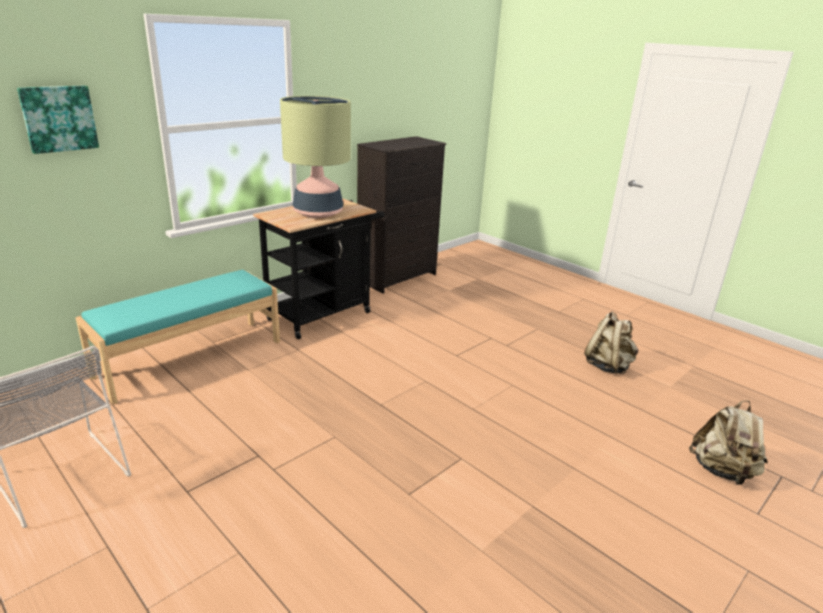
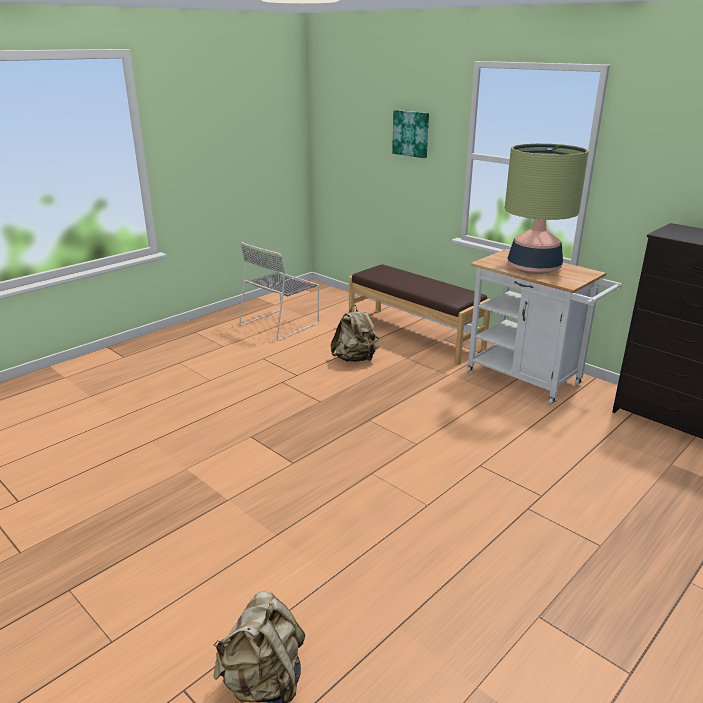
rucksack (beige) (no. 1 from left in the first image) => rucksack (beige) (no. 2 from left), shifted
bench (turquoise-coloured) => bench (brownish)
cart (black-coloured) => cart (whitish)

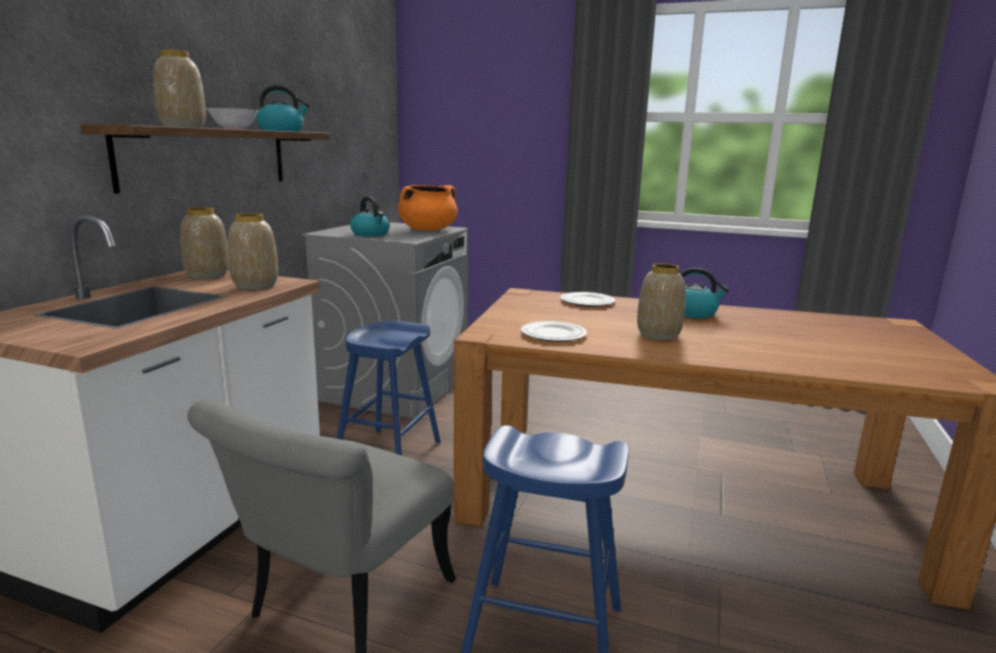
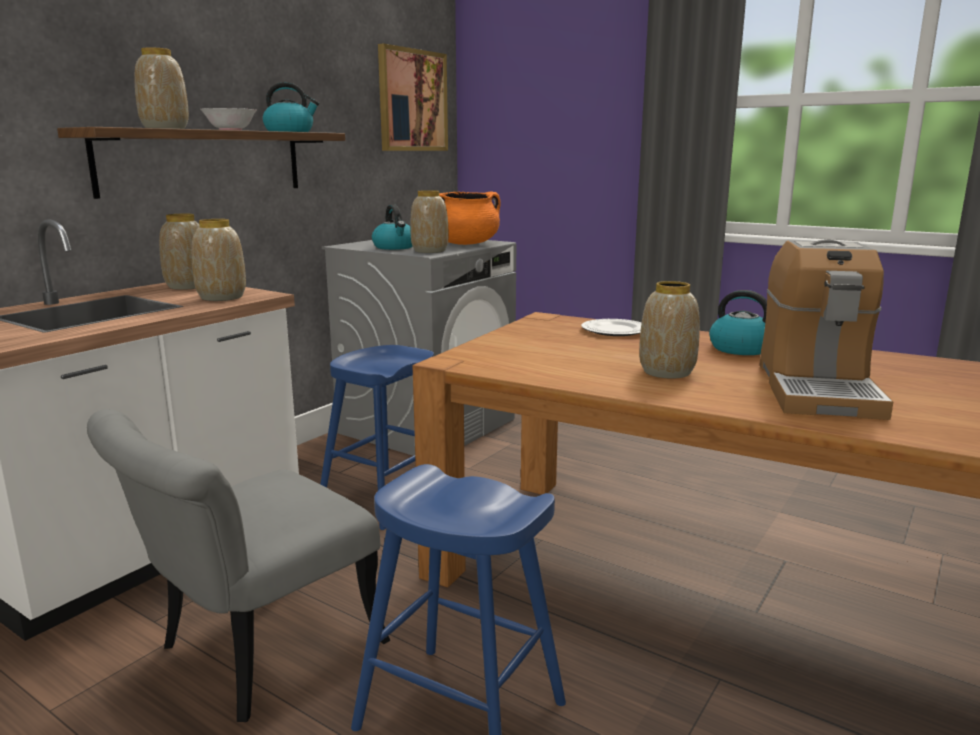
flat dish (no. 1 from left) => nothing
nothing => picture
nothing => decorative vase (no. 4 from left)
nothing => coffee machine

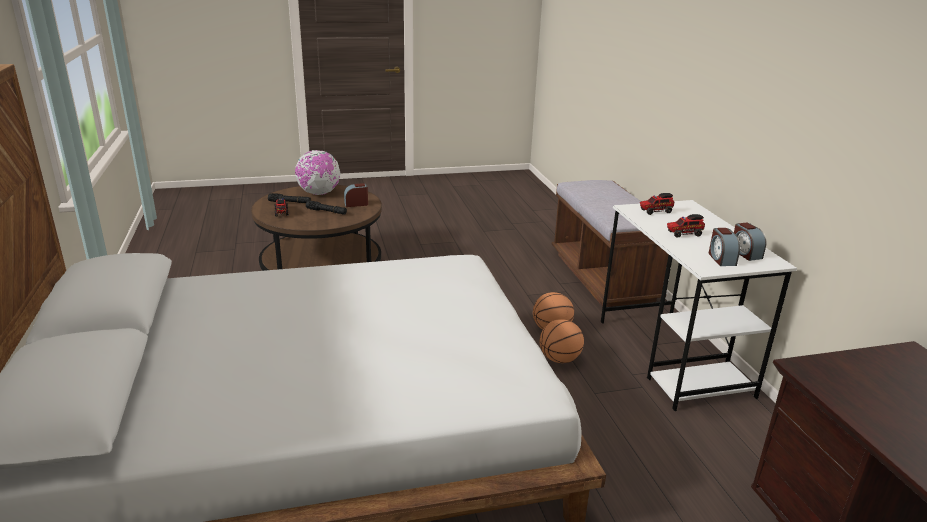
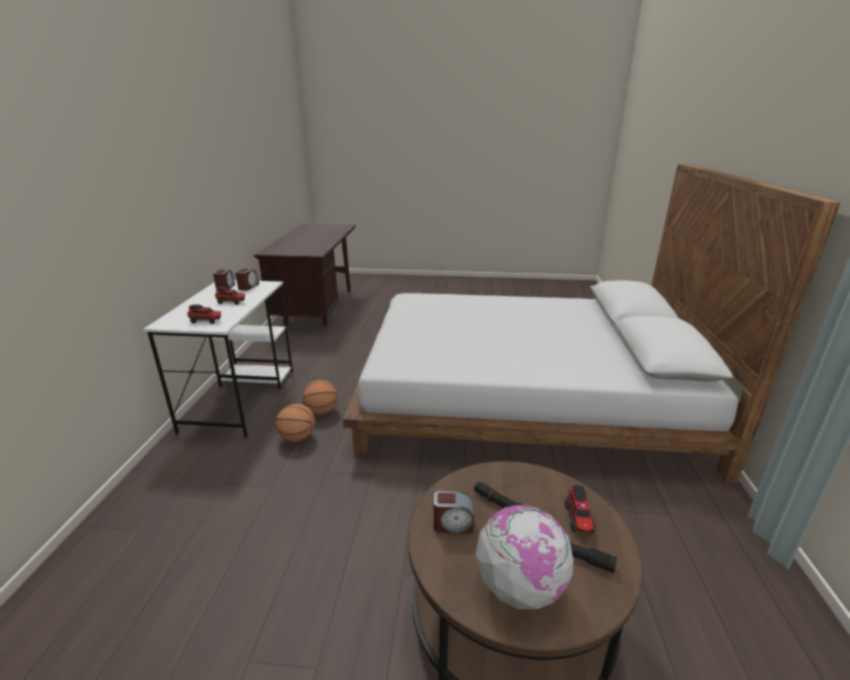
bench (brownish) => nothing

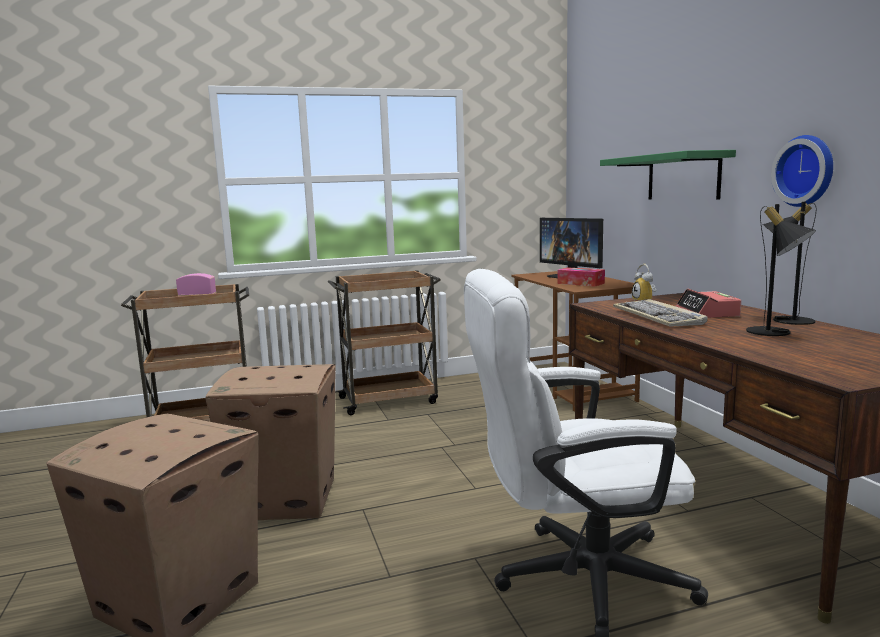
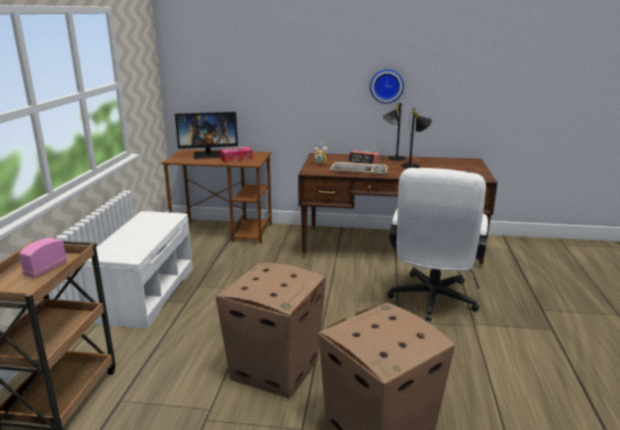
shelf (green) => nothing
cart (brownish) (no. 2 from left) => bench (whitish)

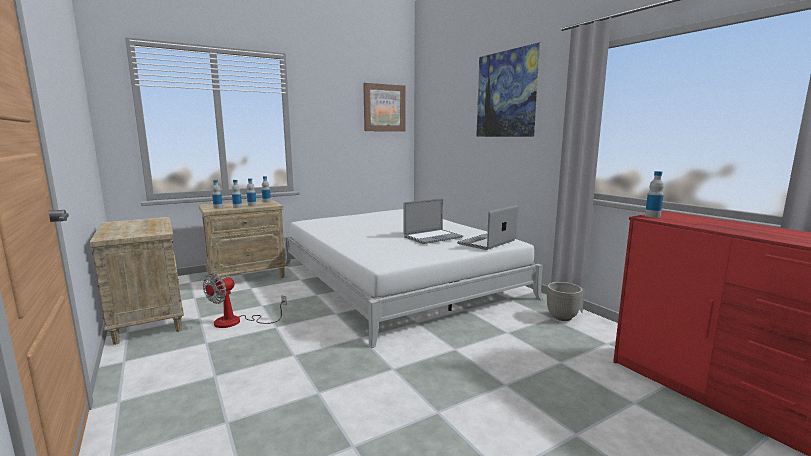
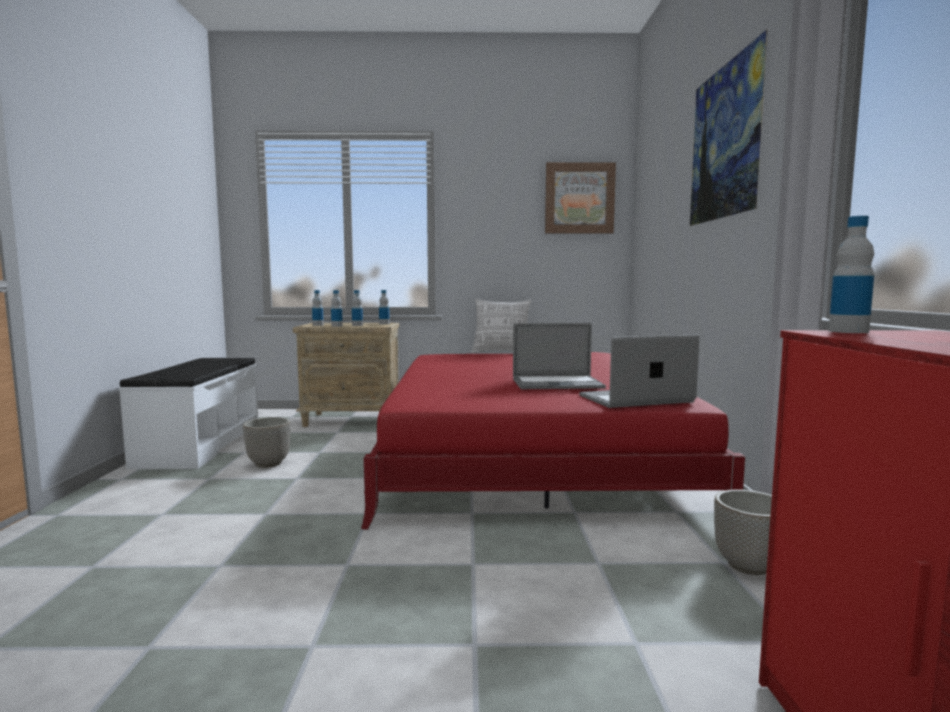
nothing => throw pillow
bedside table (beige) (no. 1 from left) => bench (whitish)
cooling fan => flower pot (no. 1 from left)
sleeping bed (whitish) => sleeping bed (red)

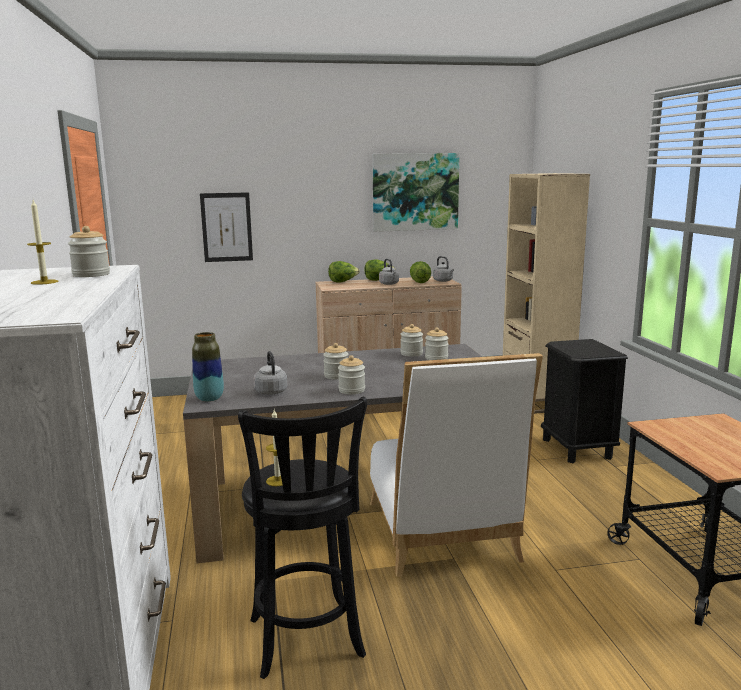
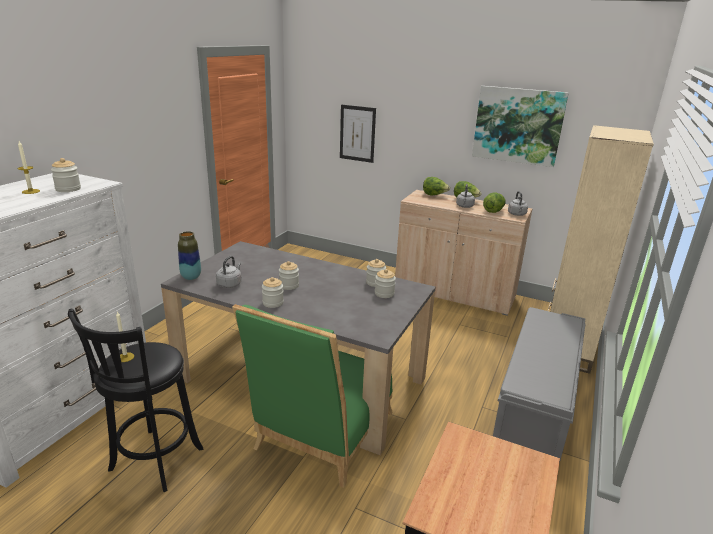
bedside table (black-coloured) => bench (greyish)
chair (whitish) => chair (green)

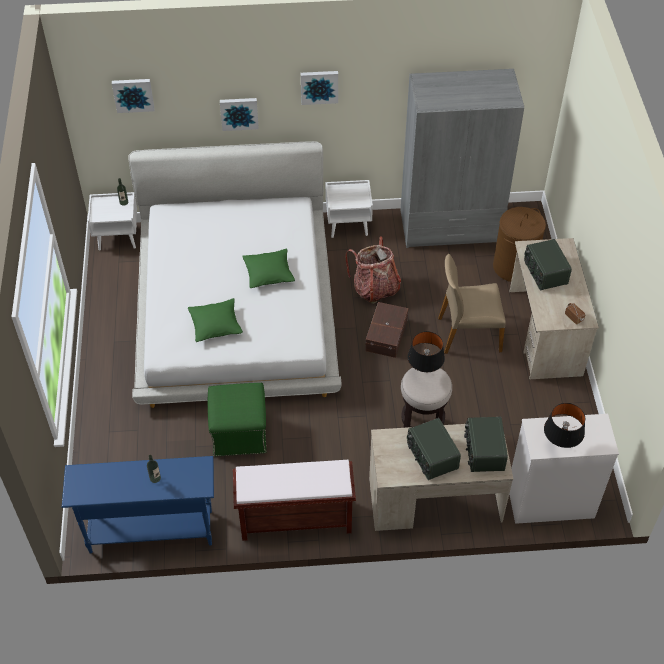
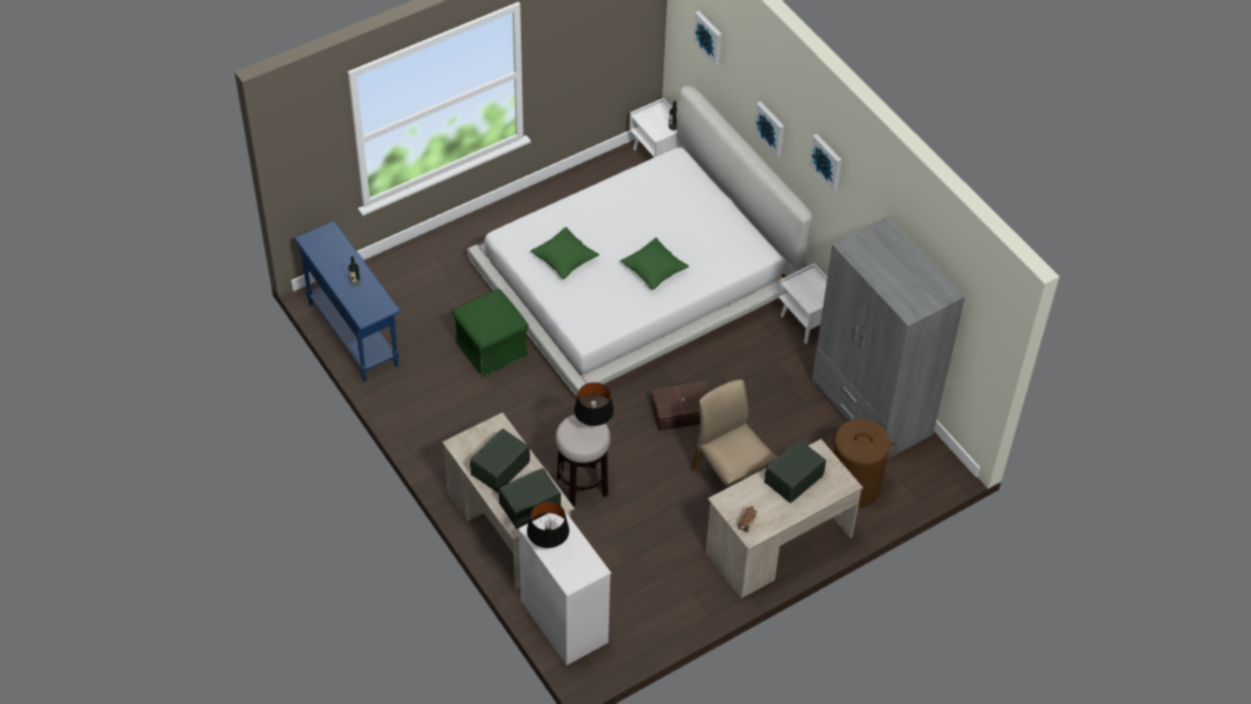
bench (brownish) => nothing
rucksack => nothing

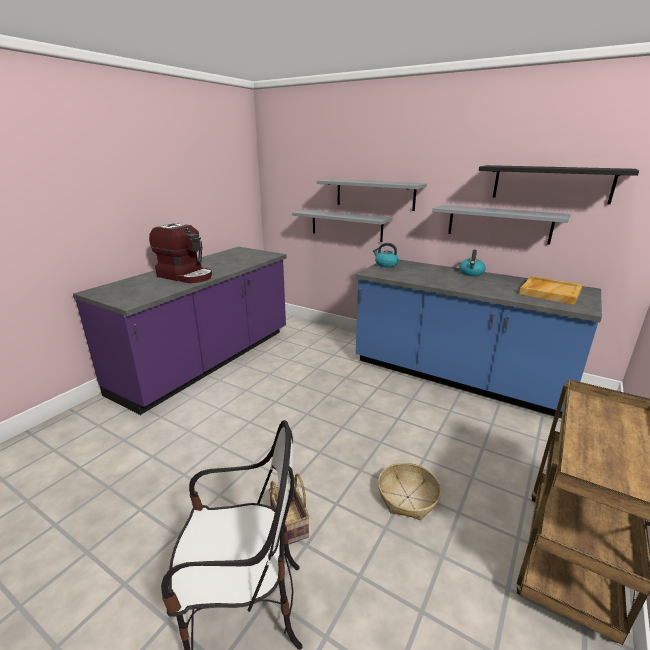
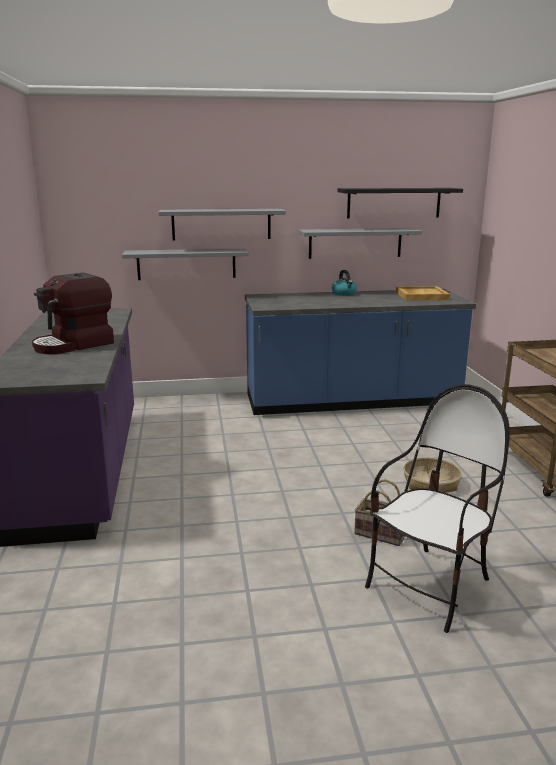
water kettle (no. 1 from left) => nothing
coffee machine, 150 degrees clockwise

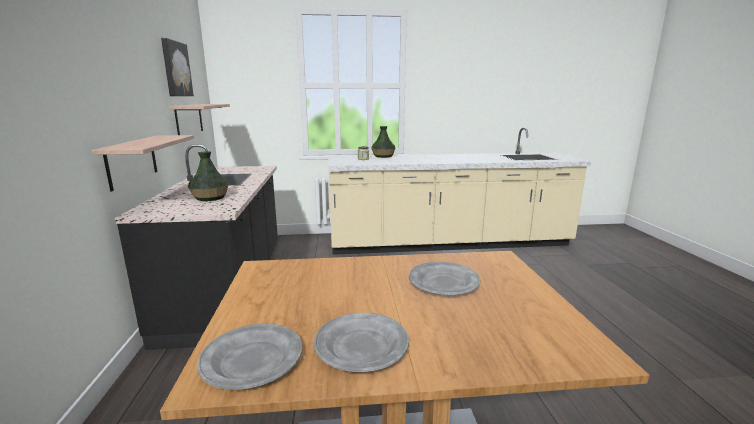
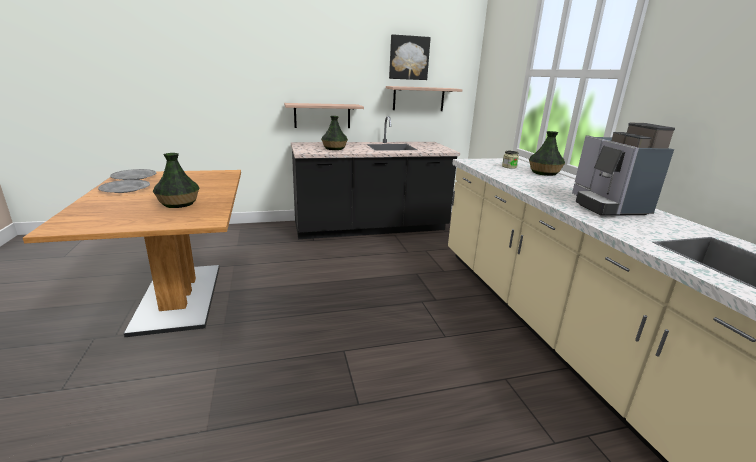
nothing => coffee machine
flat dish (greyish) (no. 3 from left) => decorative vase (no. 1 from left)

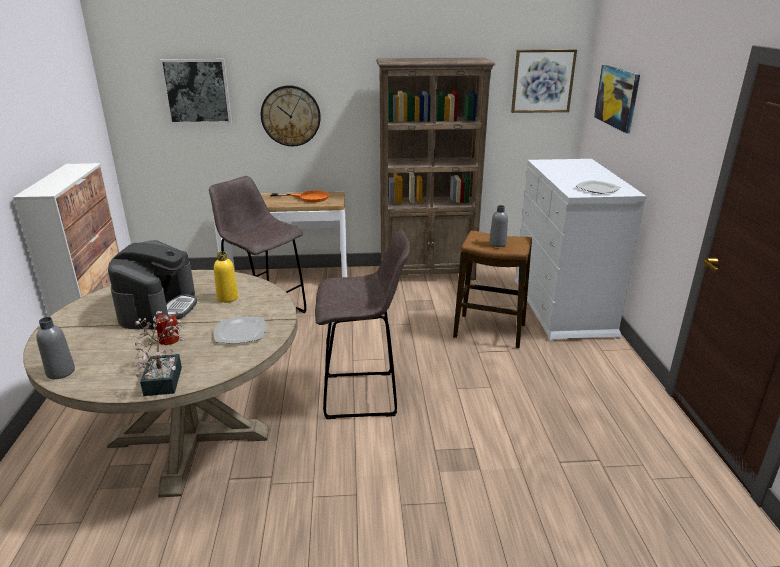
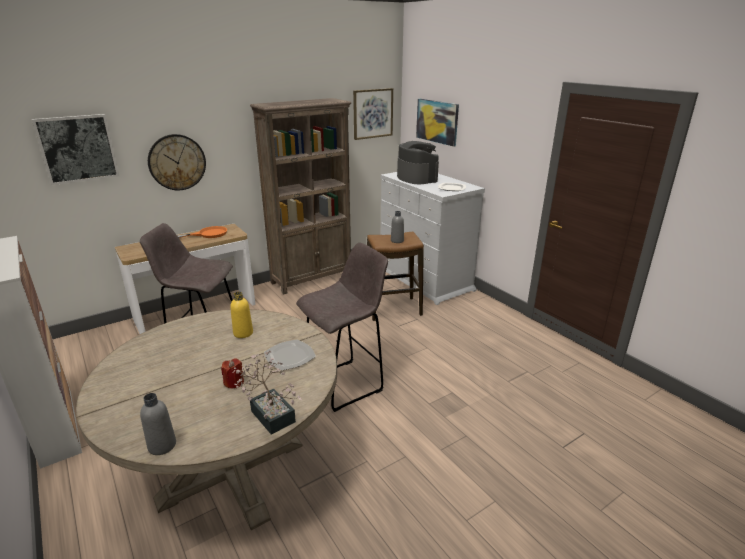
coffee machine, shifted

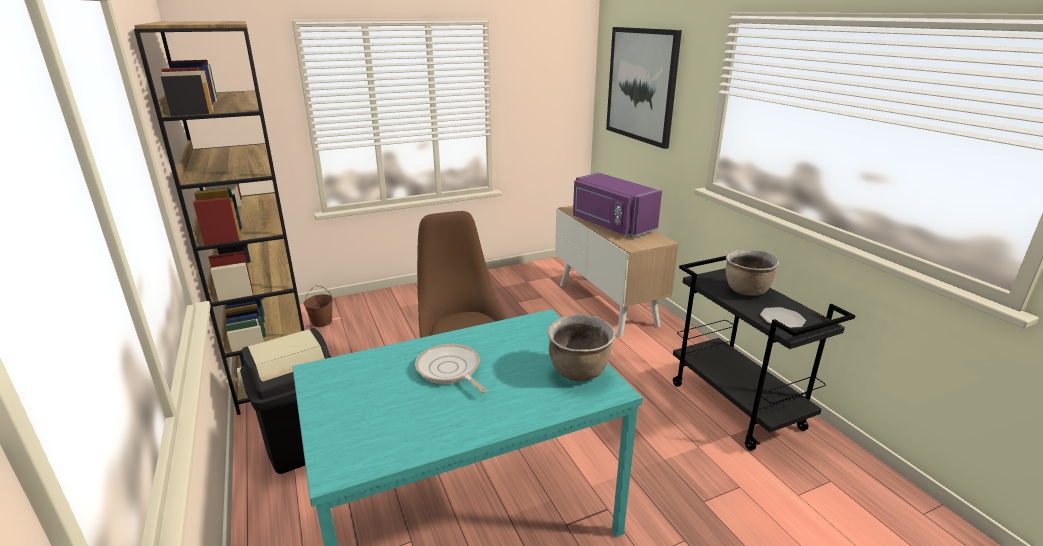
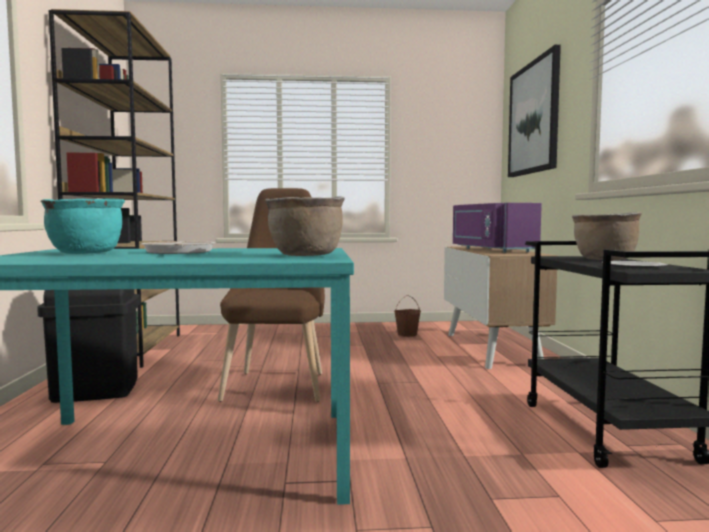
nothing => stockpot (turquoise-coloured)
pail (brownish), shifted

